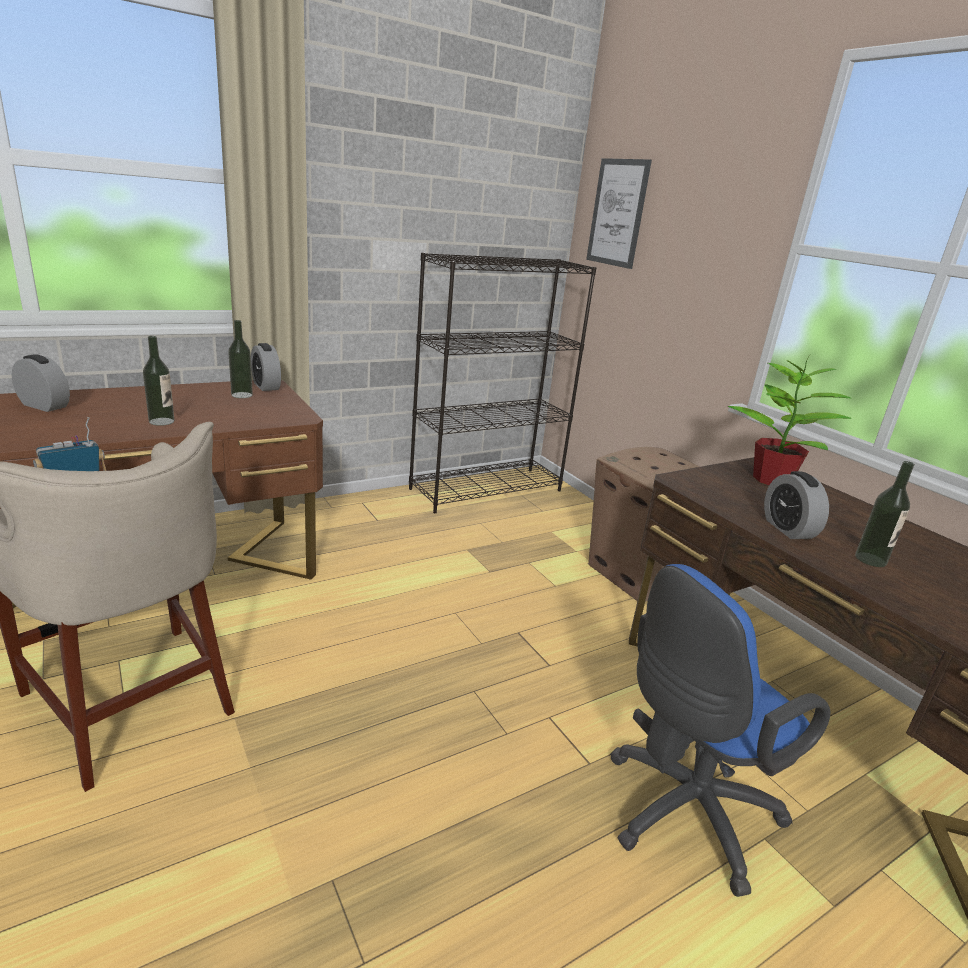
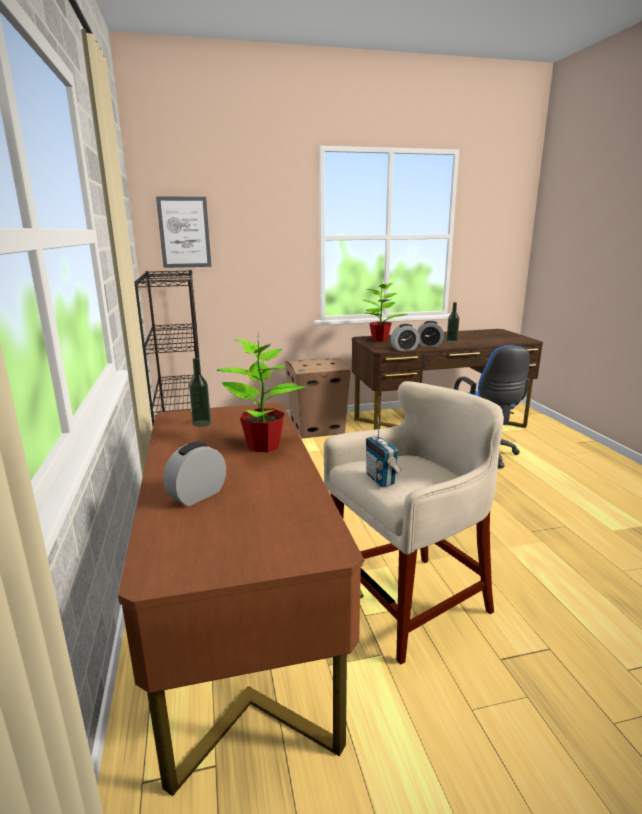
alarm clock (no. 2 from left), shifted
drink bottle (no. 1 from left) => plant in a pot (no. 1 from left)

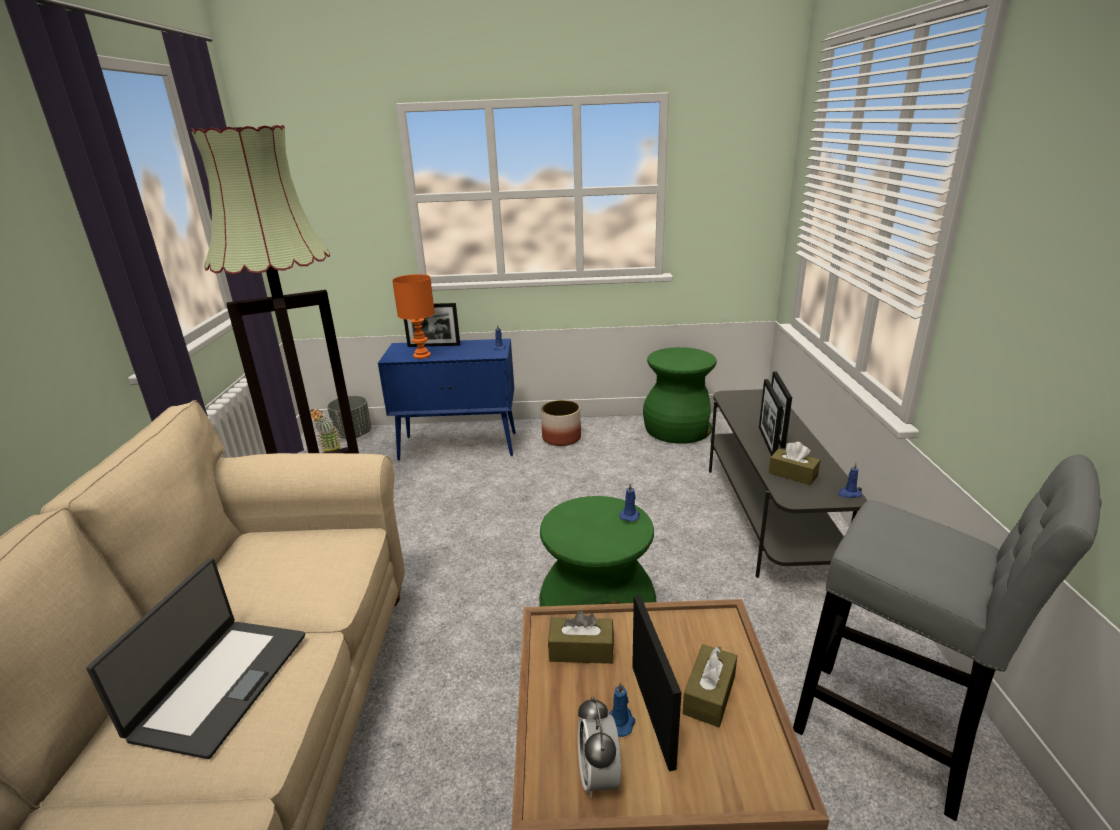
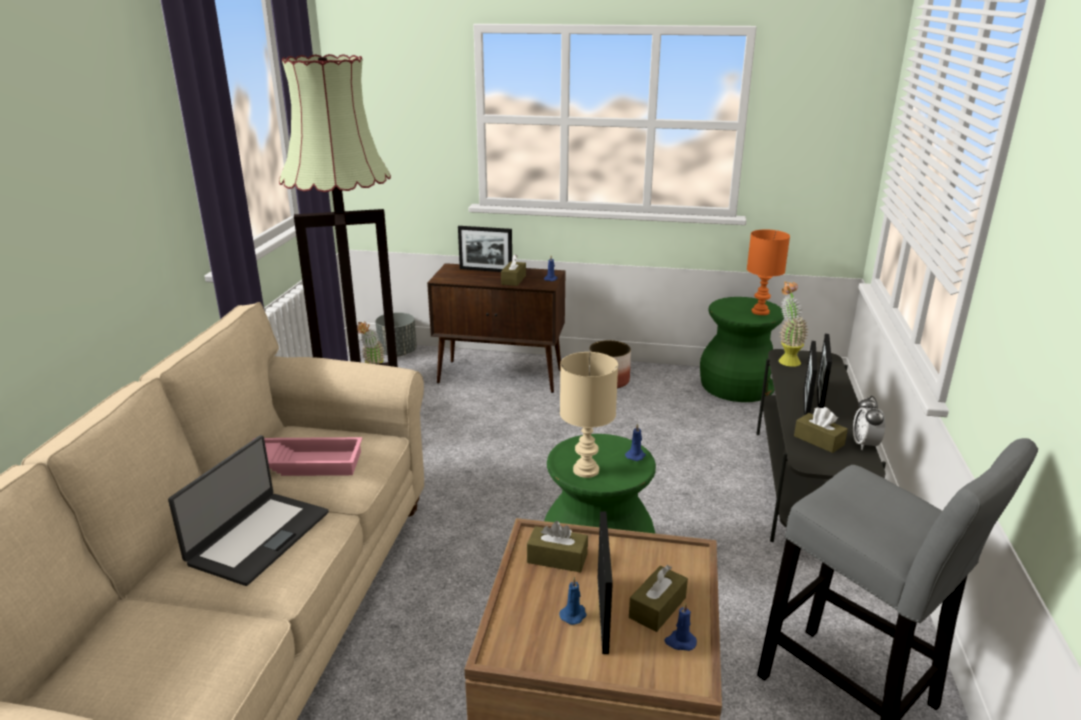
nothing => carrying tray (pinkish)
nothing => tissue holder (brownish) (no. 1 from left)
nothing => lamp for a table (beige)
nothing => plant in a pot (no. 2 from left)
lamp for a table (orange), shifted
alarm clock, shifted
wax light (blue) (no. 4 from left), shifted
cabinet (blue) => cabinet (brownish)

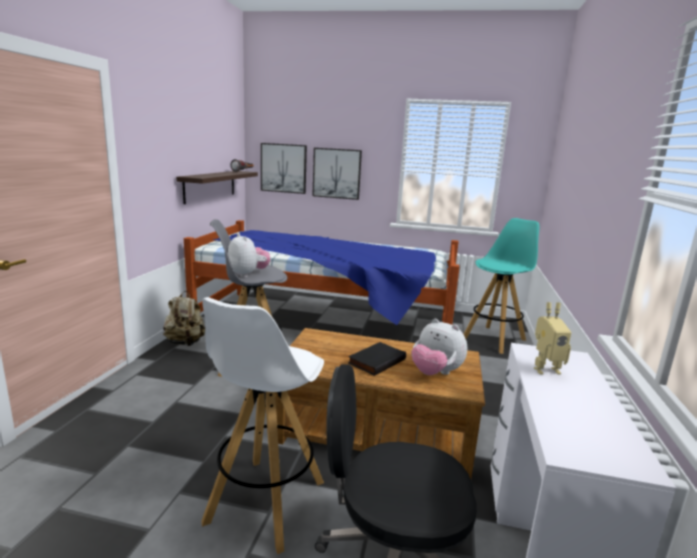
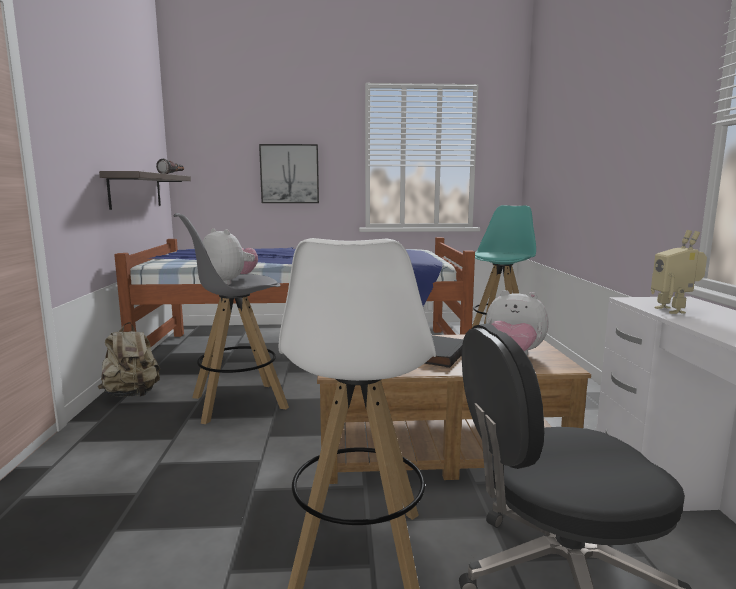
picture (no. 1 from left) => nothing
model robot, 105 degrees clockwise

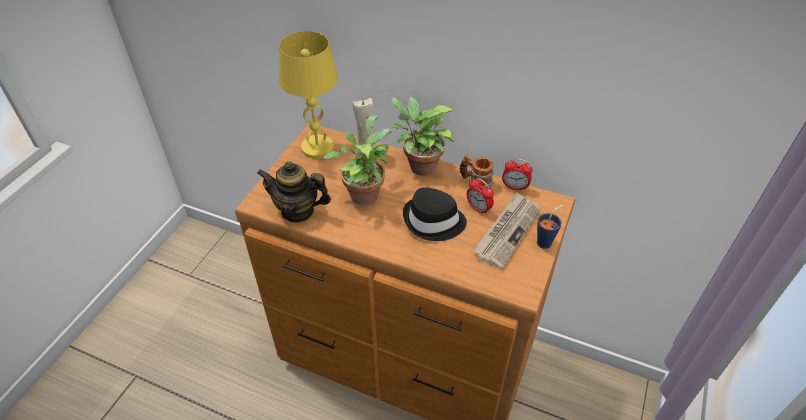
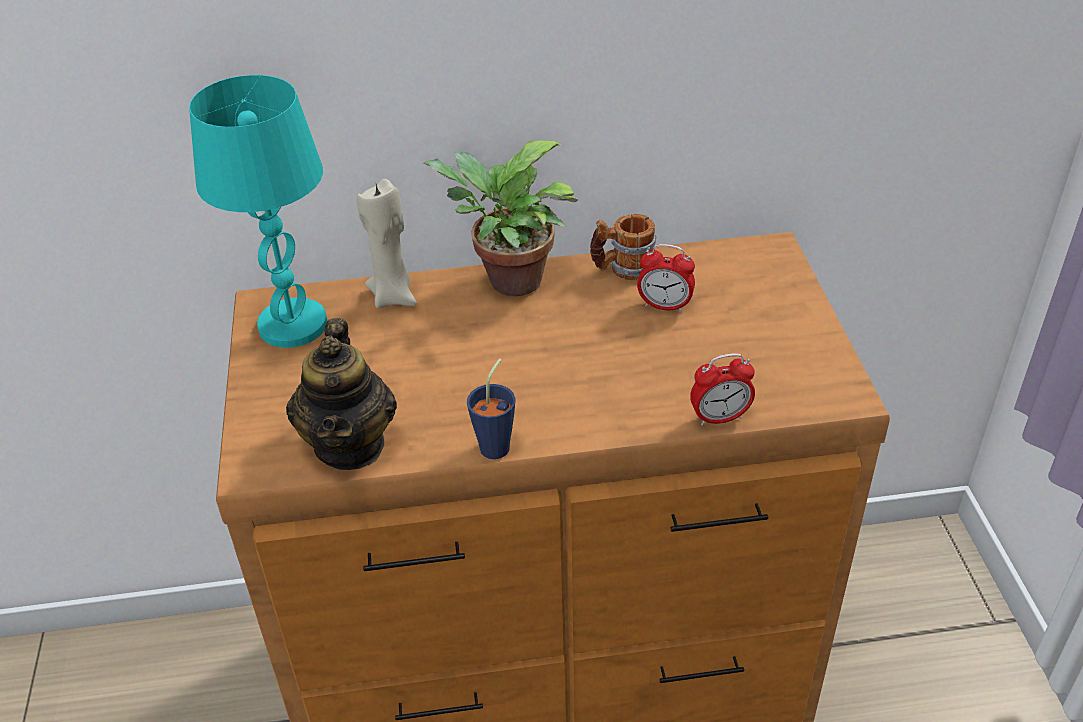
plant in a pot (no. 1 from left) => nothing
wearable hat (black-coloured) => nothing
newspaper => nothing
alarm clock (no. 2 from left), shifted
small cup (blue), shifted
lamp for a table (yellow-coloured) => lamp for a table (turquoise-coloured)
teapot, 75 degrees counterclockwise

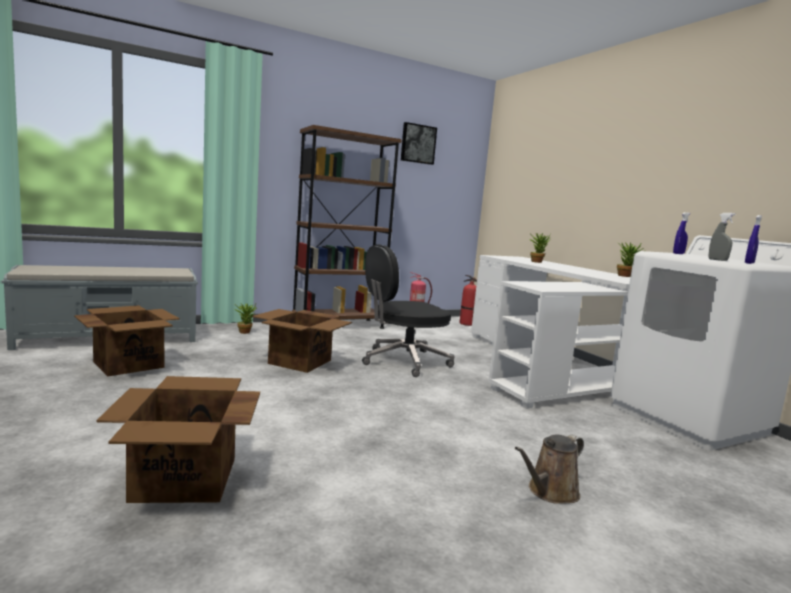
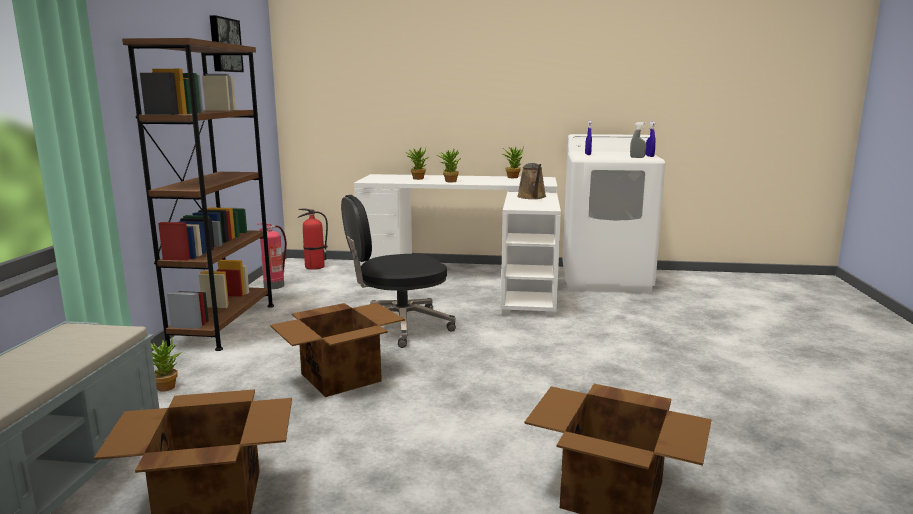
nothing => plant in a pot (no. 3 from left)
sprinkling can (brownish), shifted
desk chair (black-coloured), 60 degrees clockwise

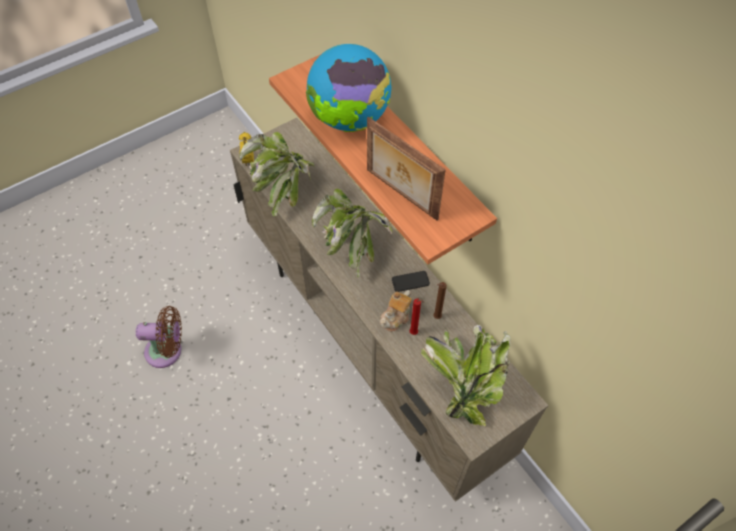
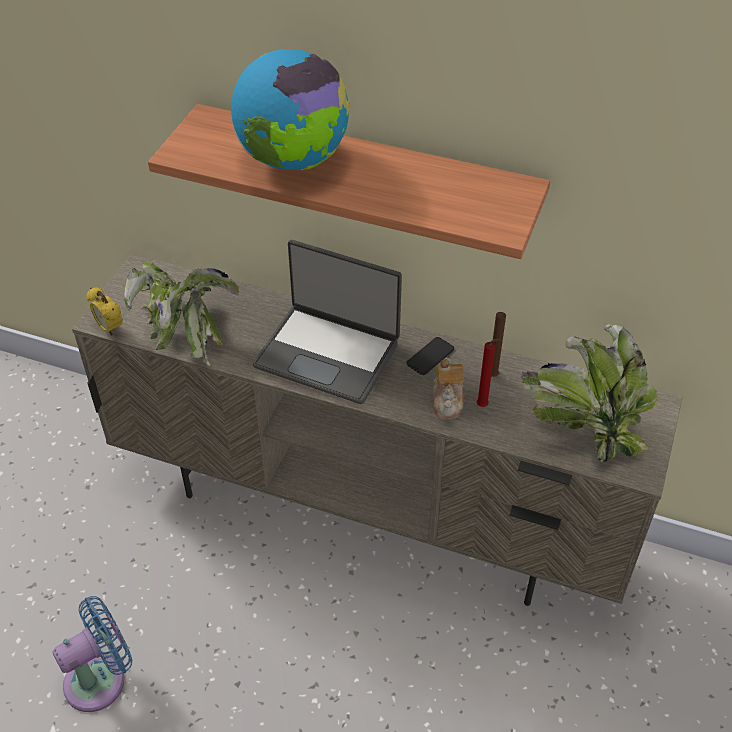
photo frame => nothing
plant in a pot (no. 2 from left) => laptop
cooling fan (brownish) => cooling fan (blue)

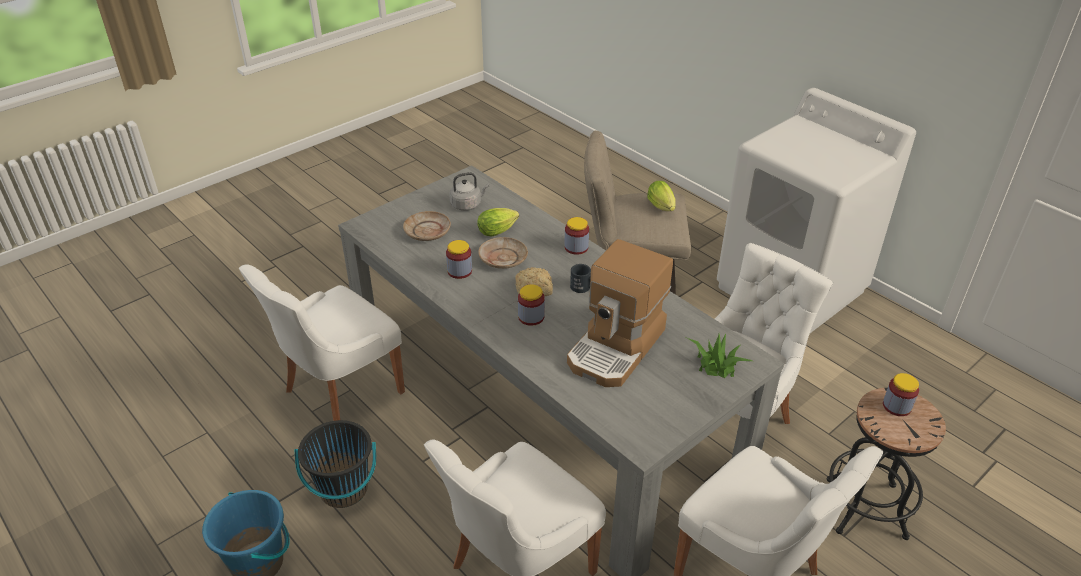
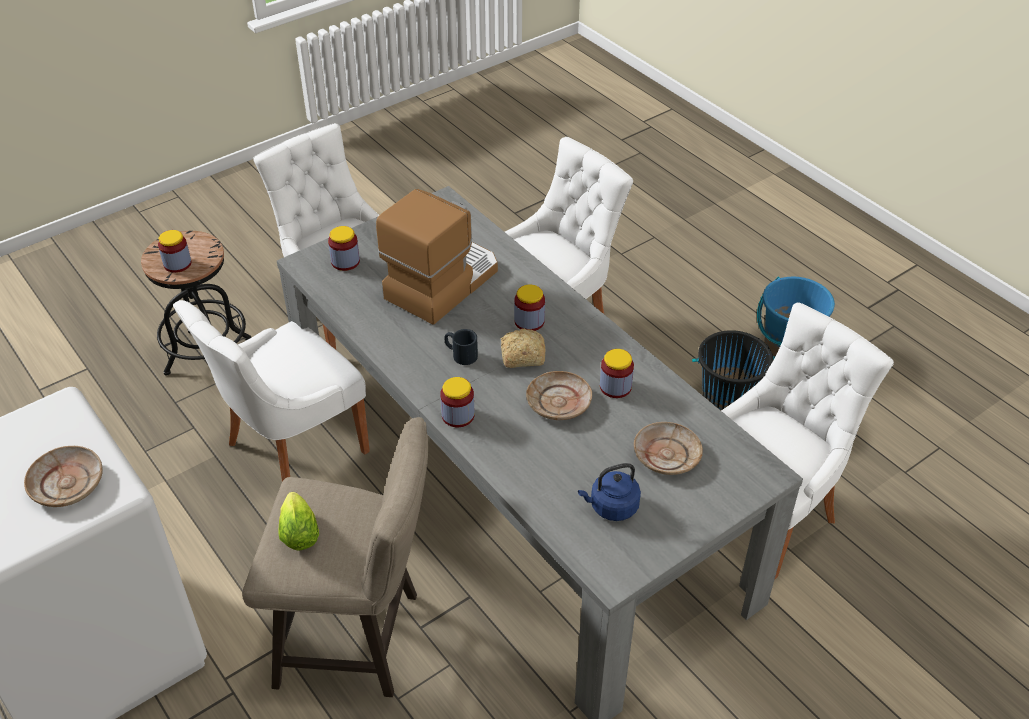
lettuce head (no. 1 from left) => nothing
nothing => flat dish (beige) (no. 1 from left)
plant in a pot => jar (no. 2 from left)
water kettle (greyish) => water kettle (blue)

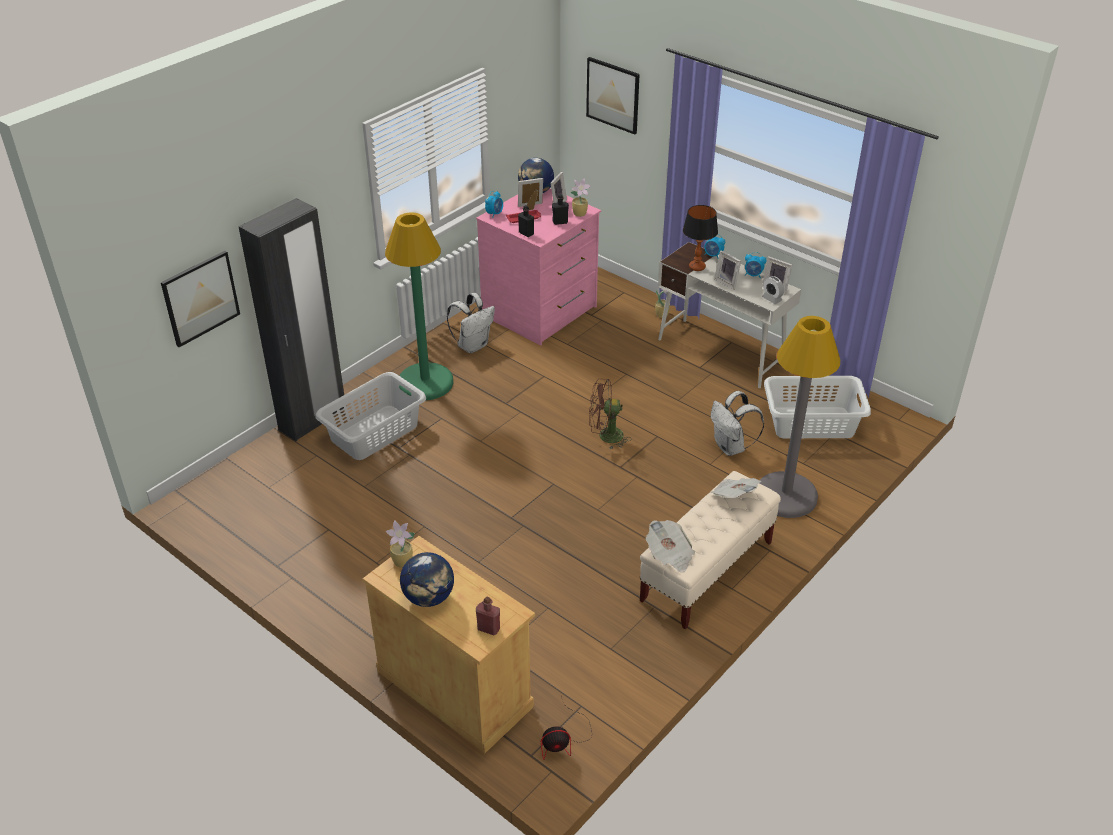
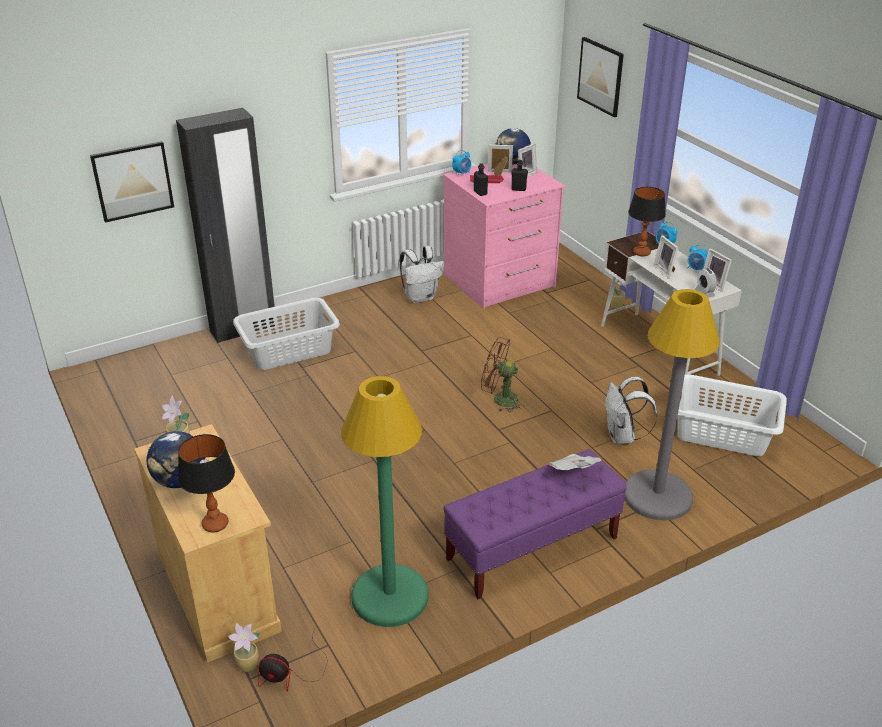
newspaper (no. 1 from left) => nothing
standing lamp (green), shifted
plant in a pot (no. 2 from left), shifted
drink bottle (red) => lamp for a table (no. 1 from left)
bench (beige) => bench (purple)

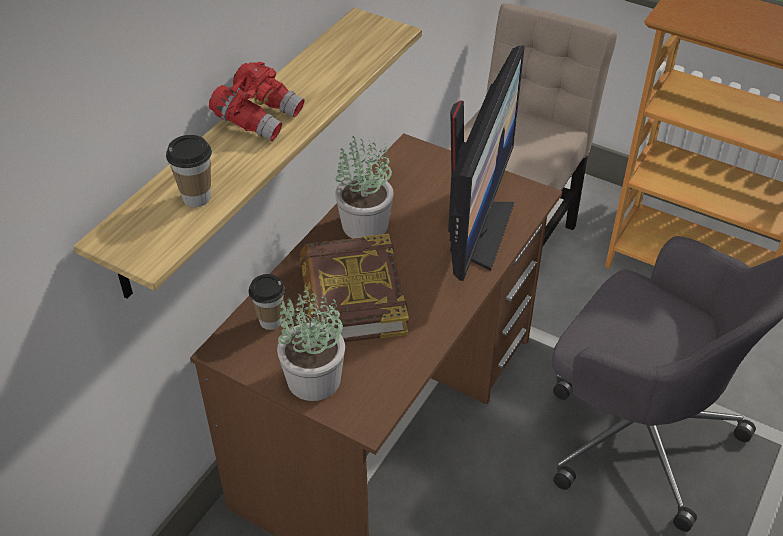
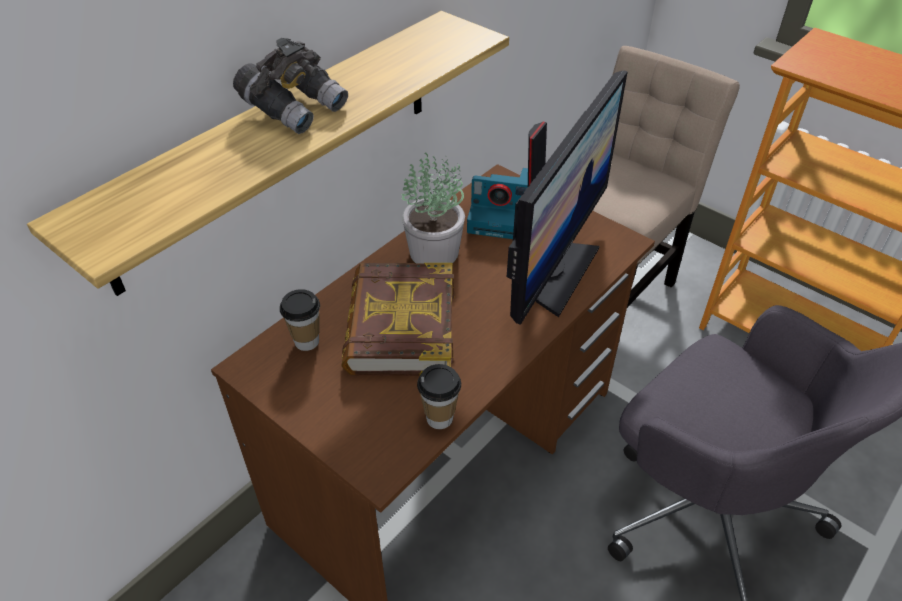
plant in a pot (no. 1 from left) => nothing
nothing => still camera
small cup (no. 1 from left in the first image) => small cup (no. 2 from left), shifted
binoculars (red) => binoculars (greyish)

